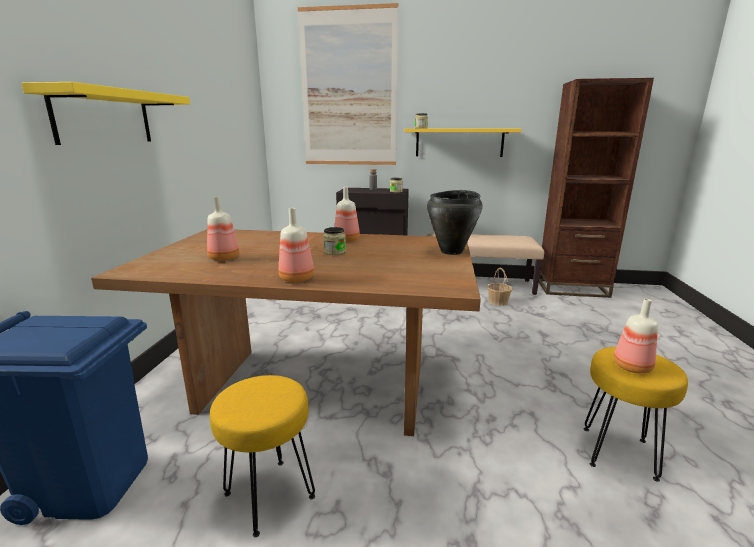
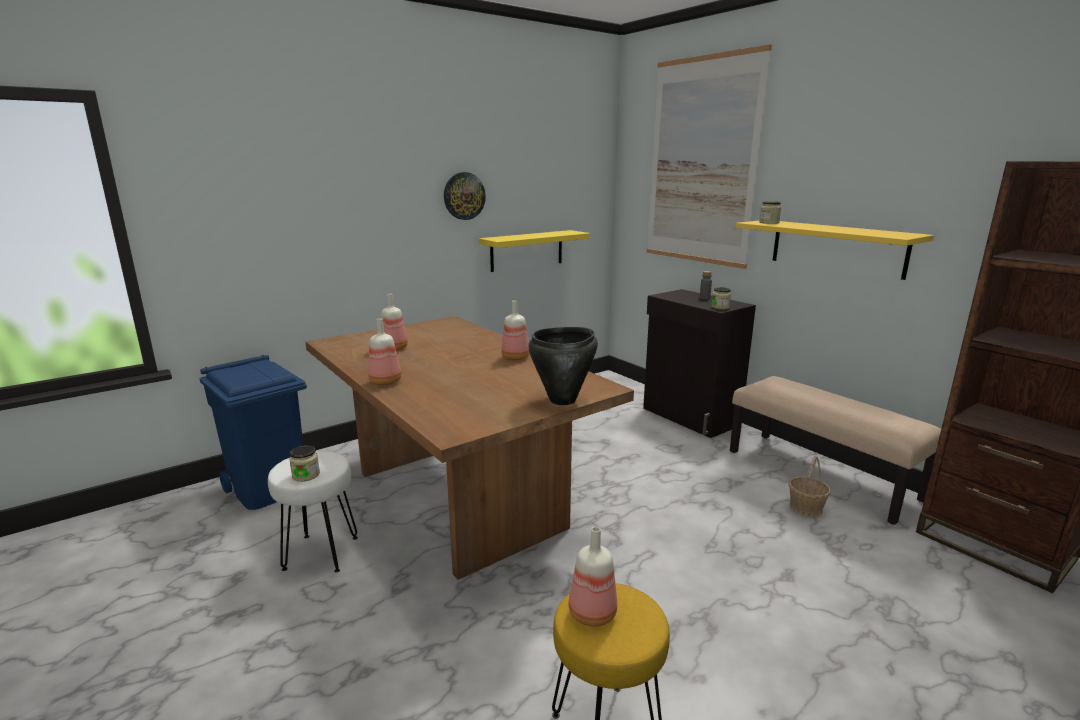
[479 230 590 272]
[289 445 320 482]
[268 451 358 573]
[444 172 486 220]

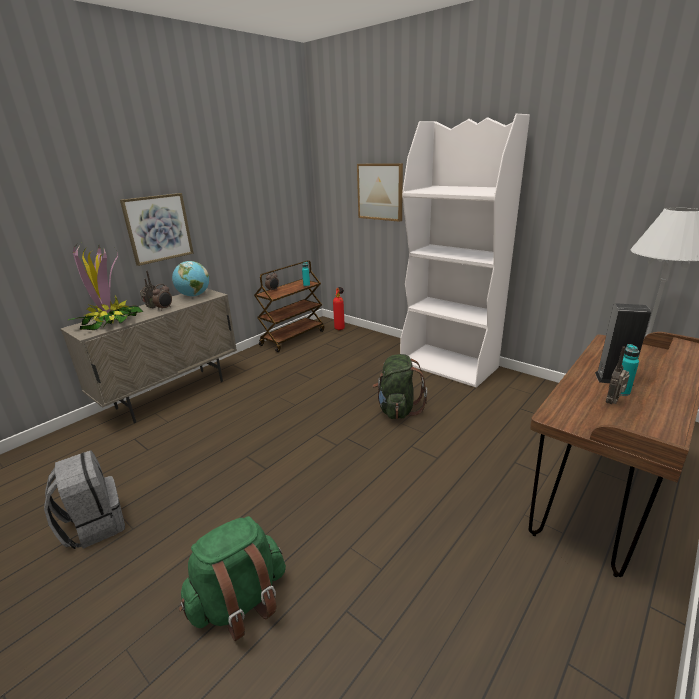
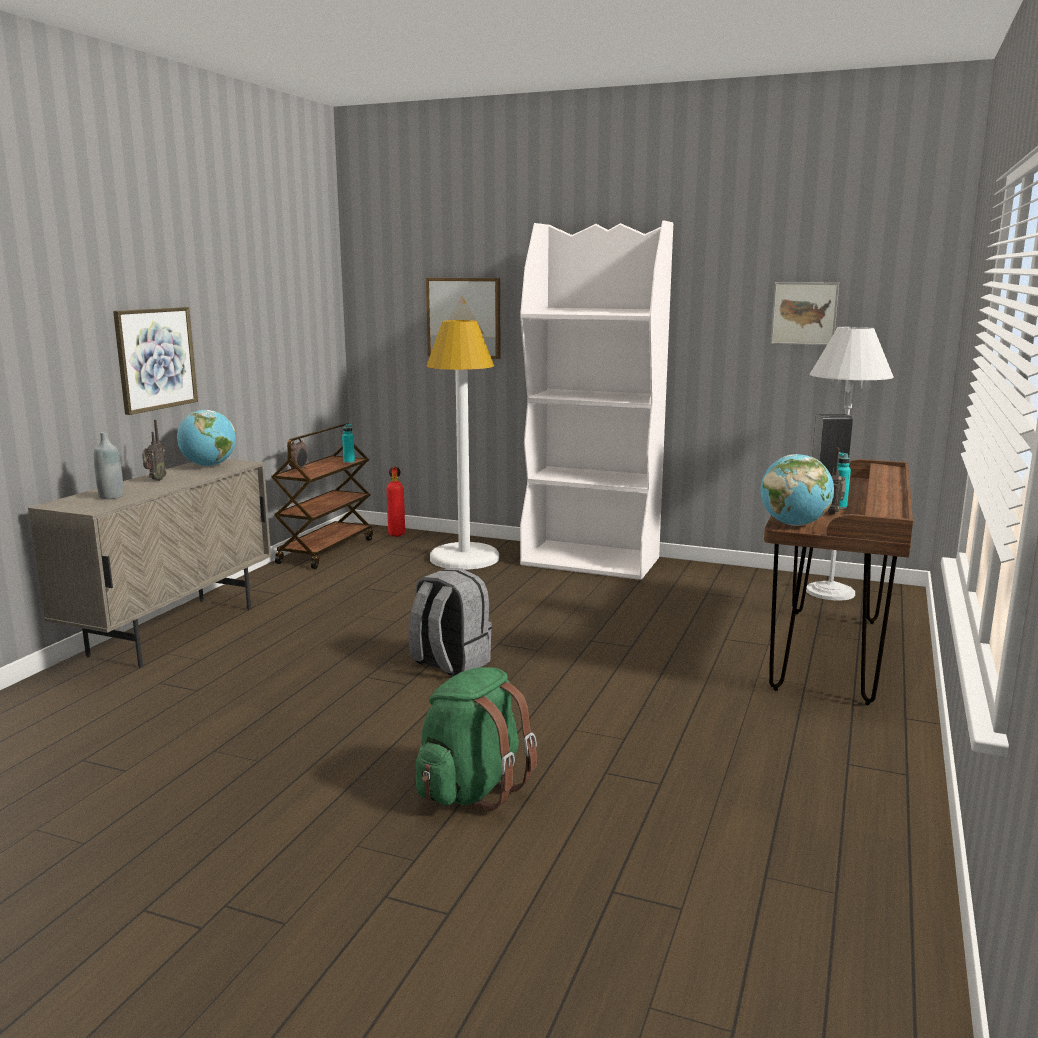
[94 432 123 499]
[152 284 172 311] (first image)
[373 354 427 419] (first image)
[409 568 492 677]
[770 282 839 346]
[427 320 499 570]
[760 454 834 526]

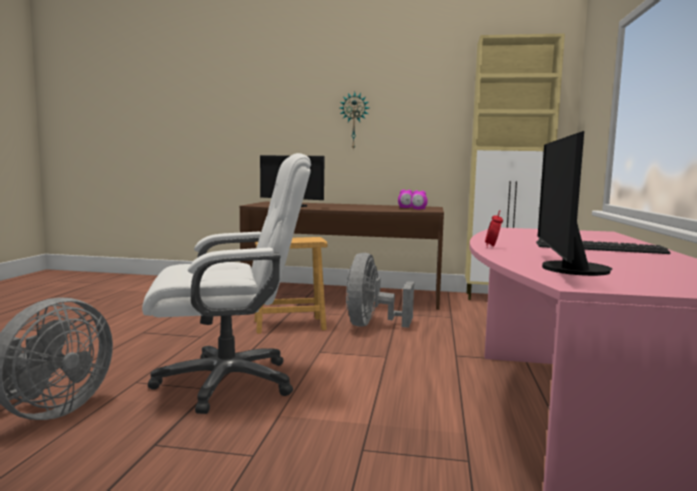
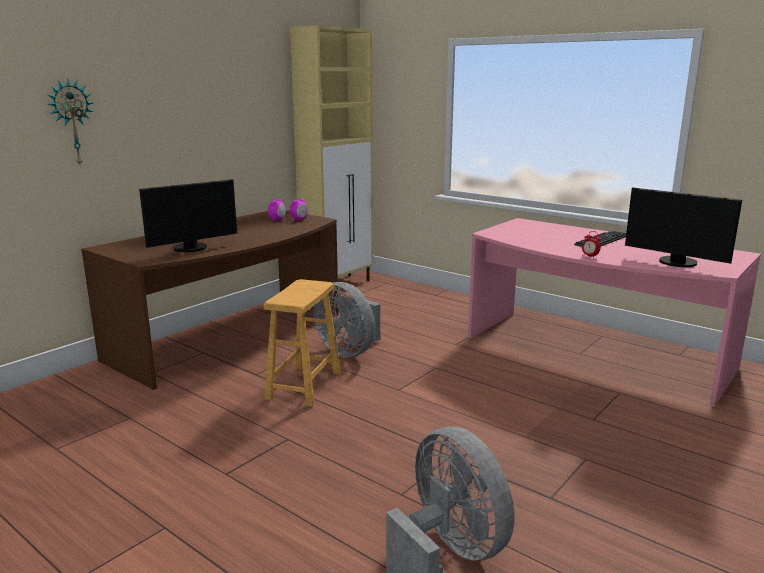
[47 79 93 167]
[142 153 311 414] (first image)

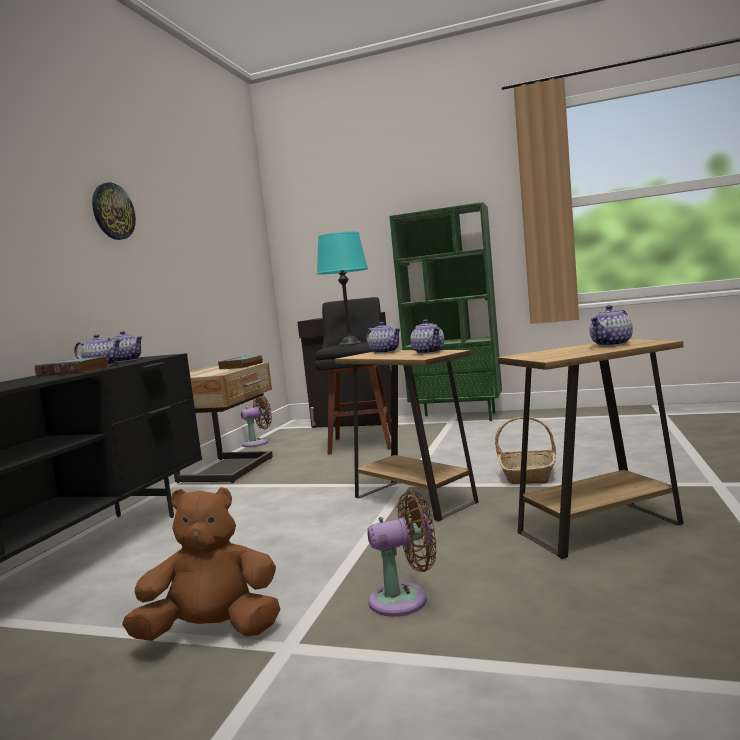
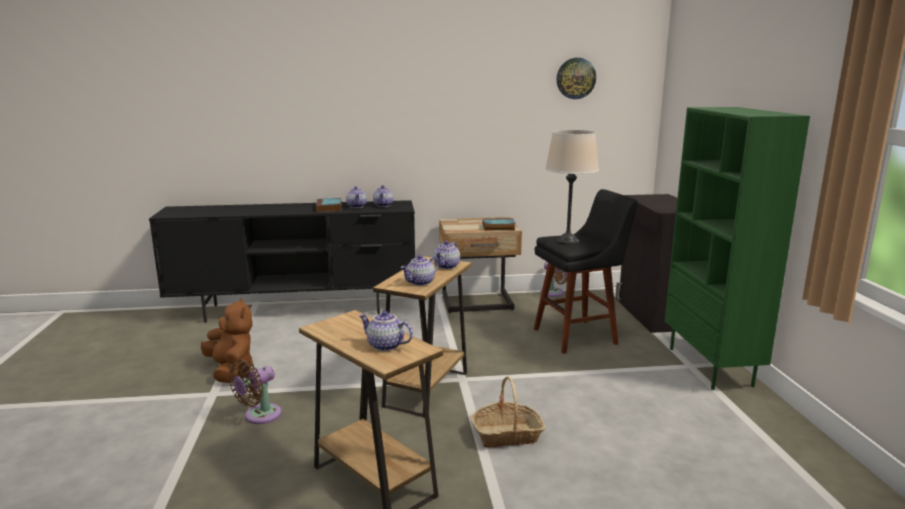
[557 58 596 99]
[545 130 599 244]
[228 359 282 424]

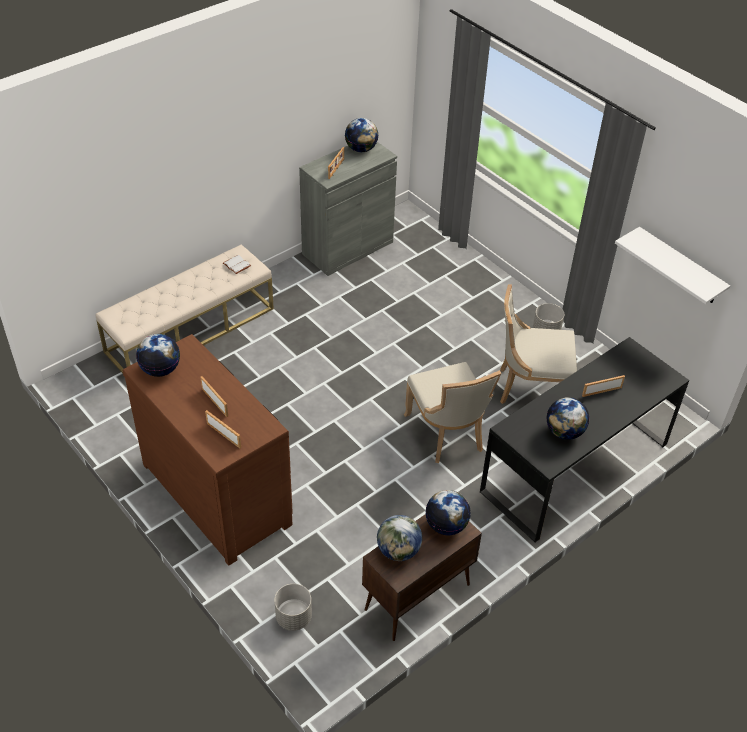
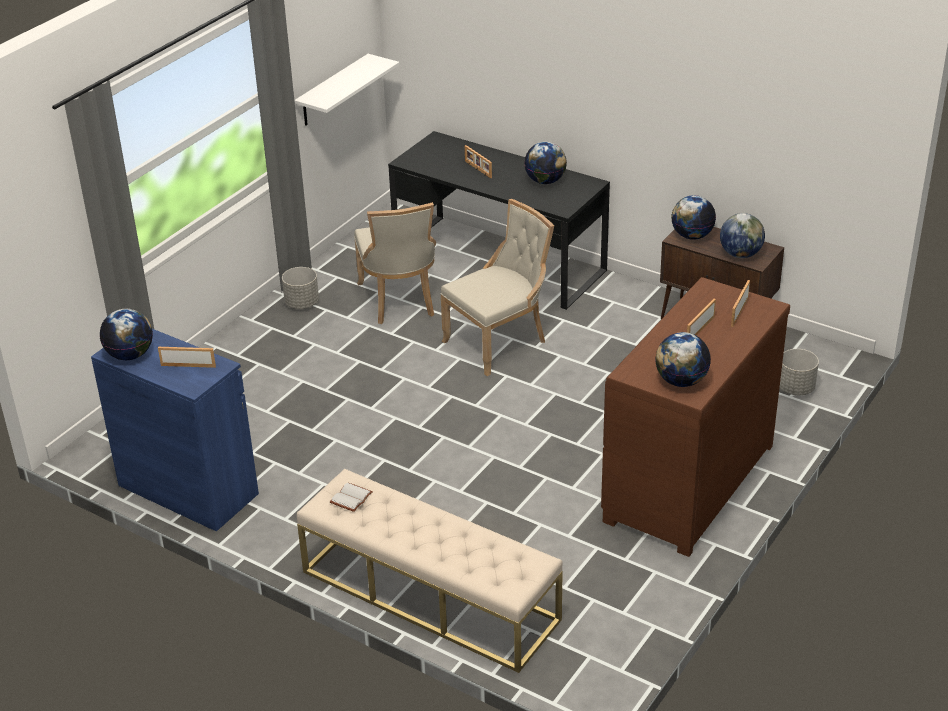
[91 329 259 531]

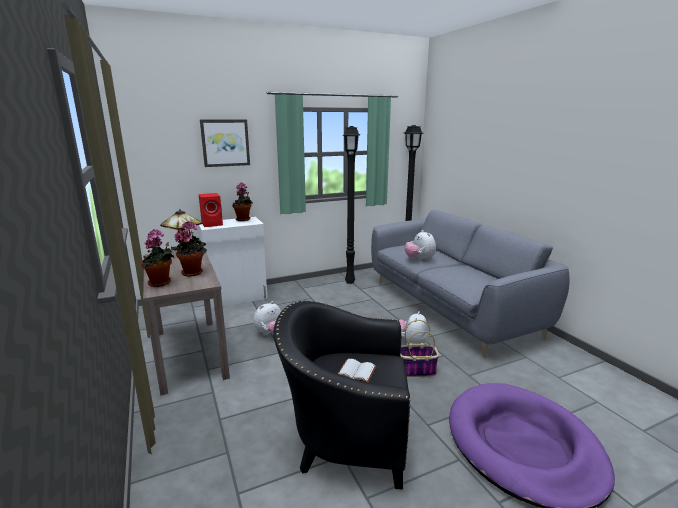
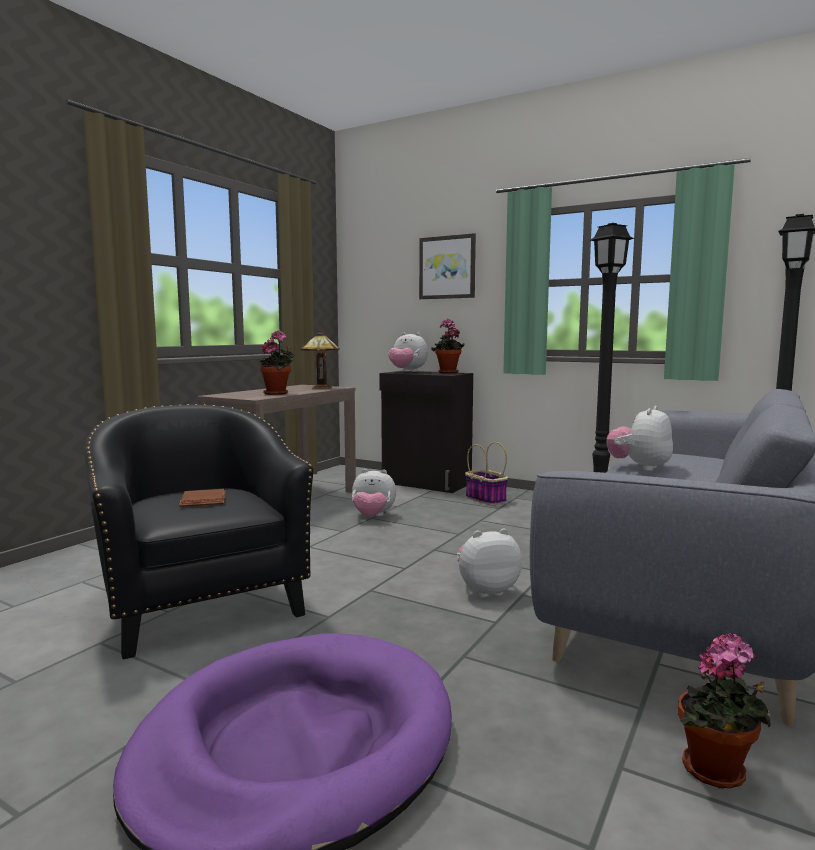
[388 332 428 372]
[379 371 473 493]
[678 633 771 789]
[465 442 508 505]
[179 489 226 507]

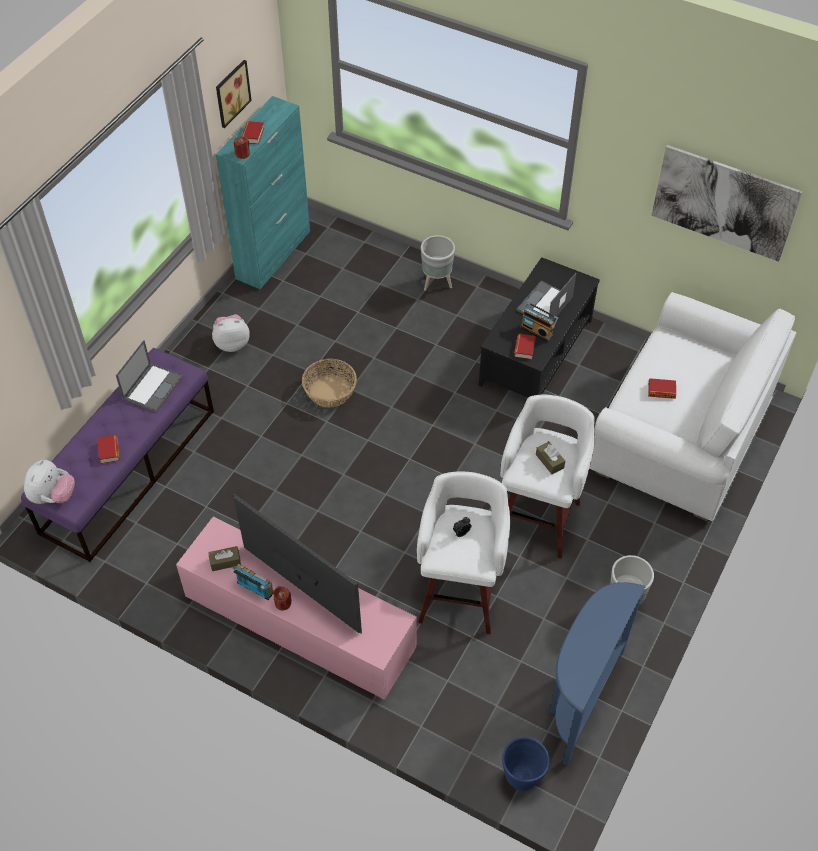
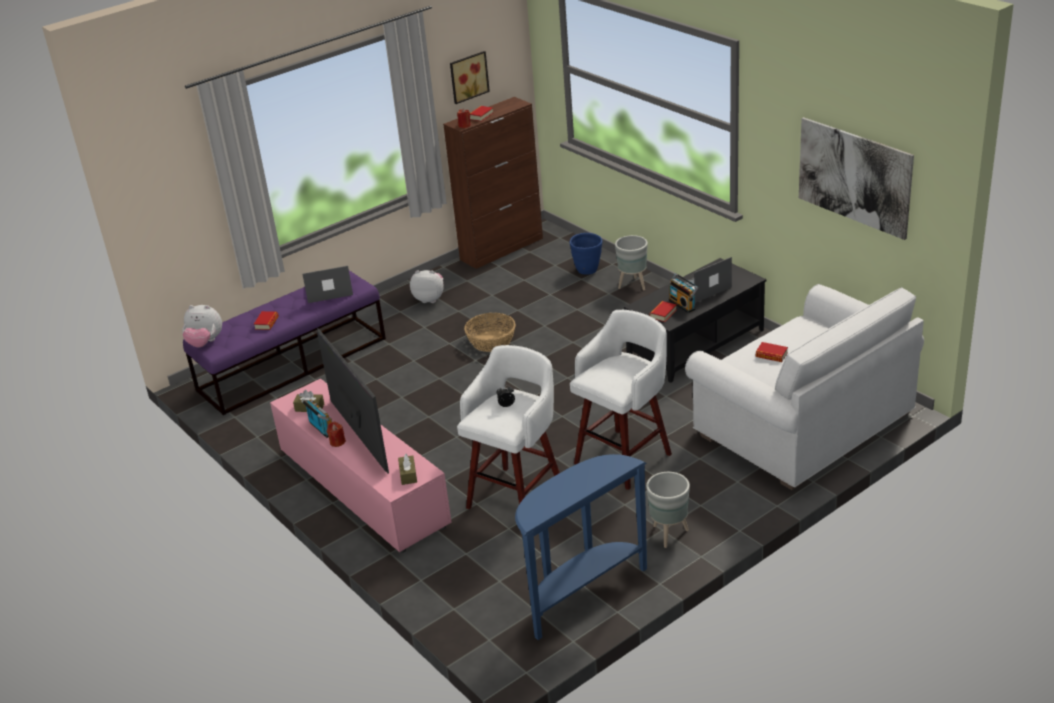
[443 97 543 269]
[302 266 353 303]
[398 454 417 485]
[182 305 222 347]
[570 233 602 274]

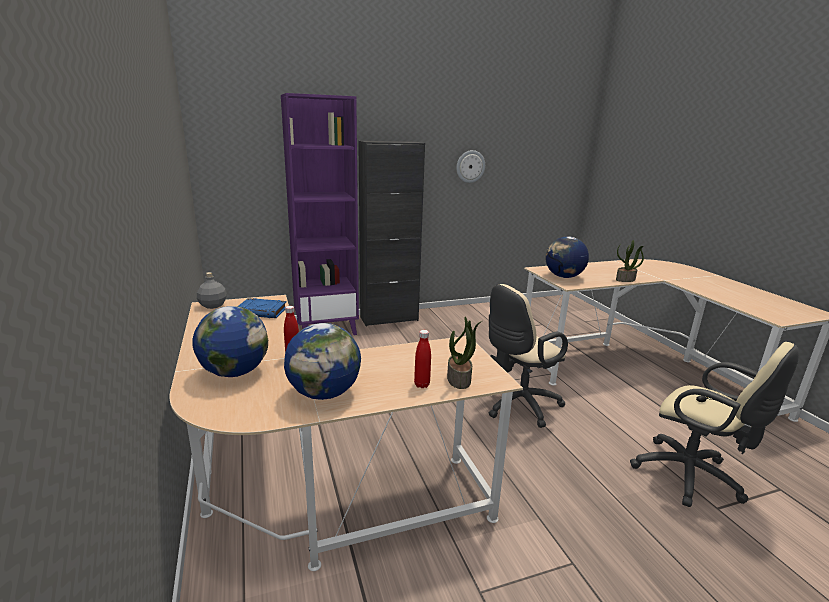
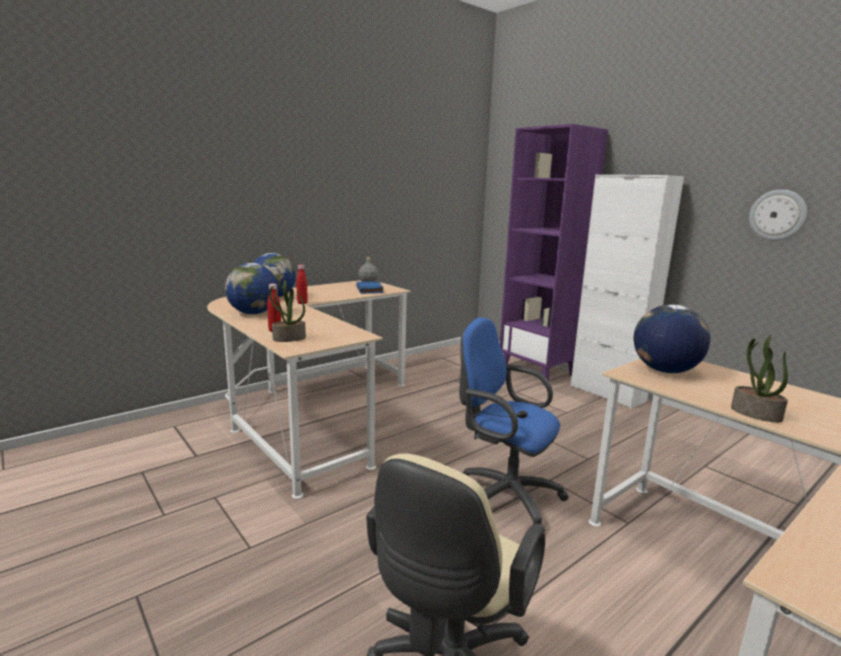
[571 175 684 409]
[459 317 569 531]

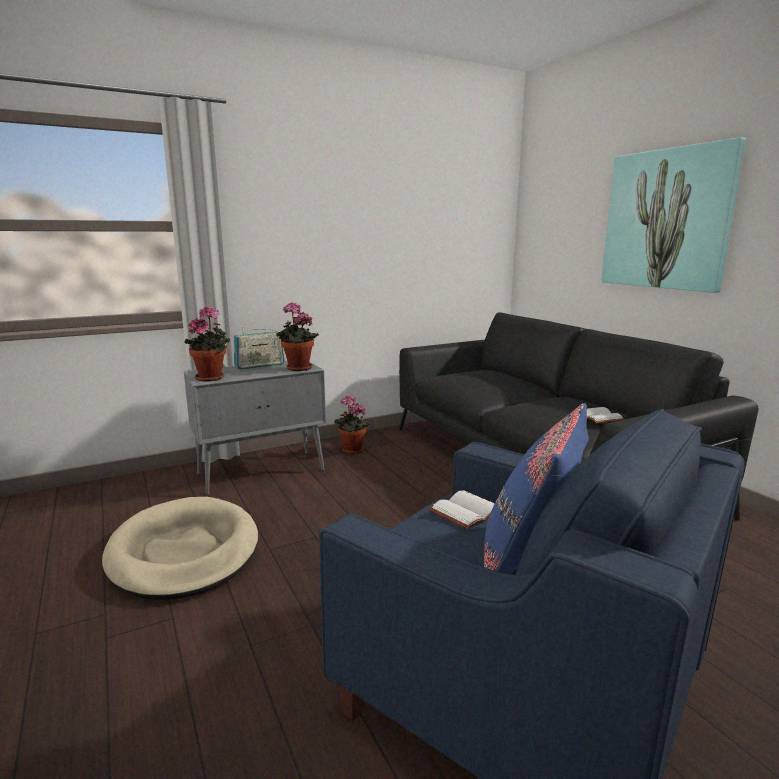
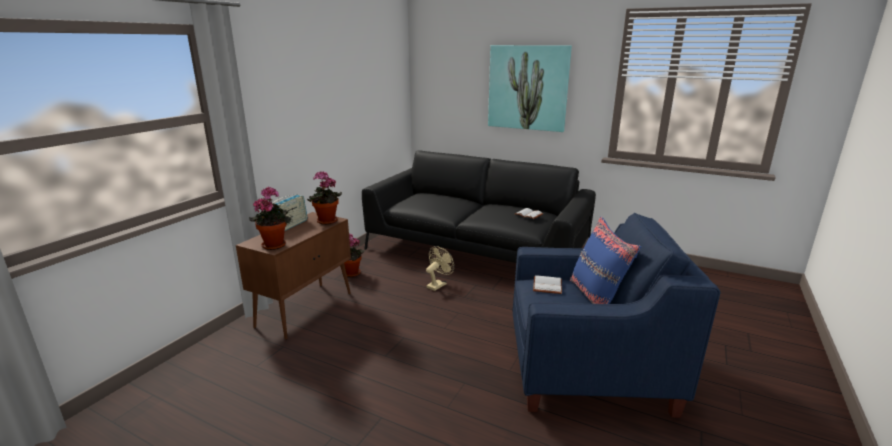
[236 212 351 340]
[102 497 258 600] (first image)
[426 246 454 291]

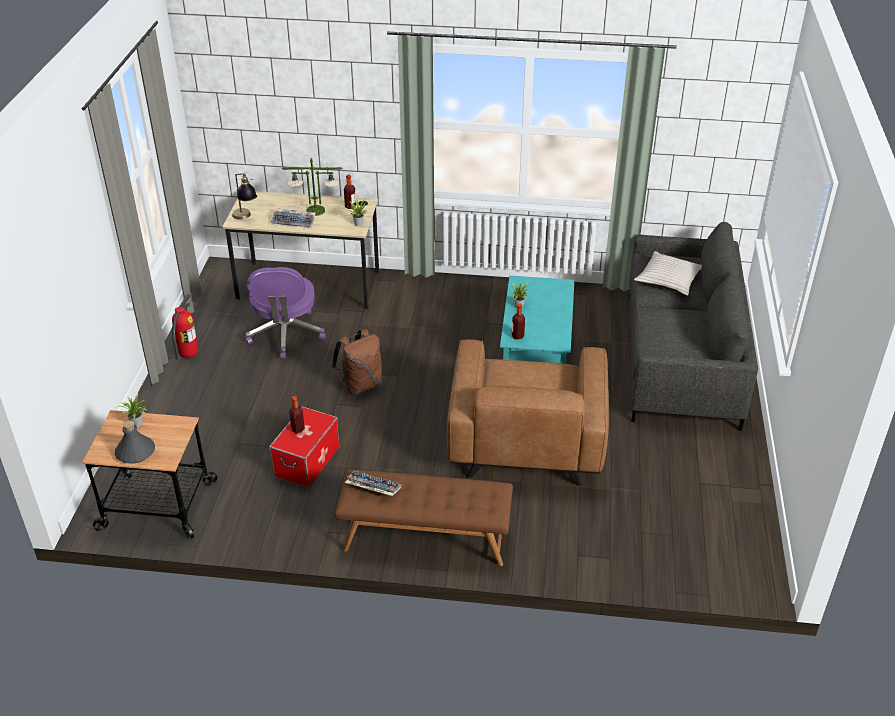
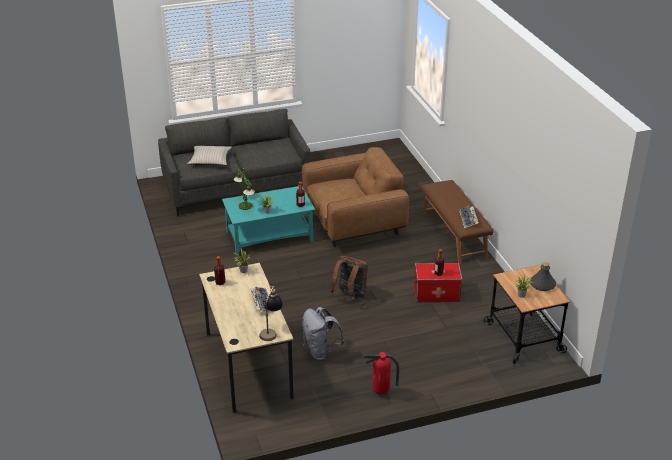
[234 164 255 210]
[302 307 344 361]

